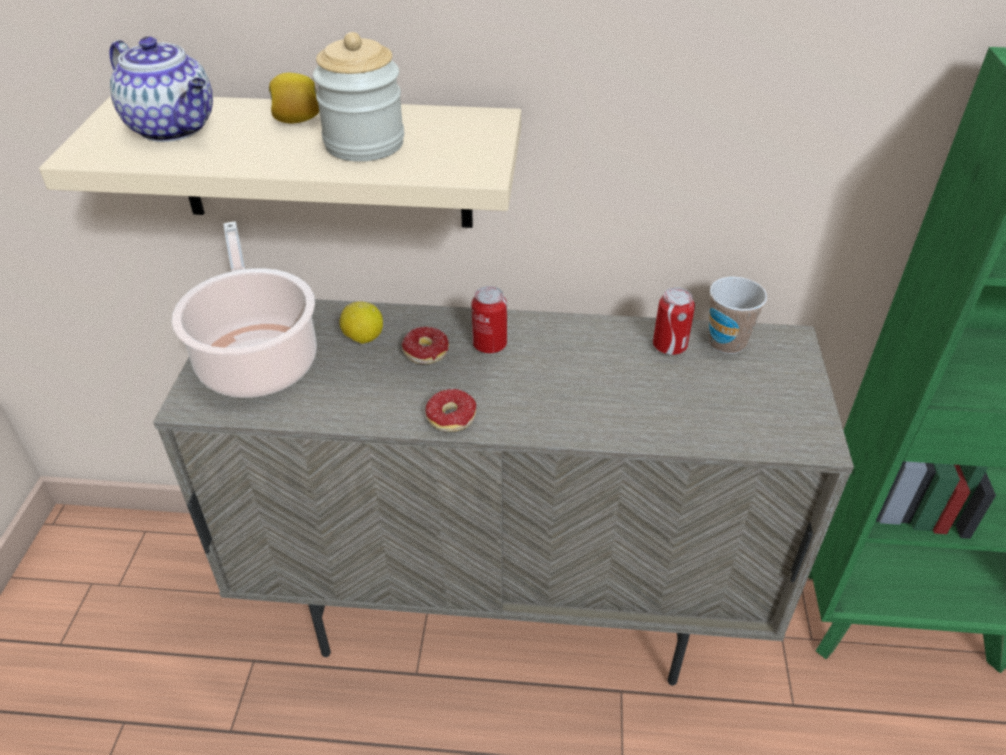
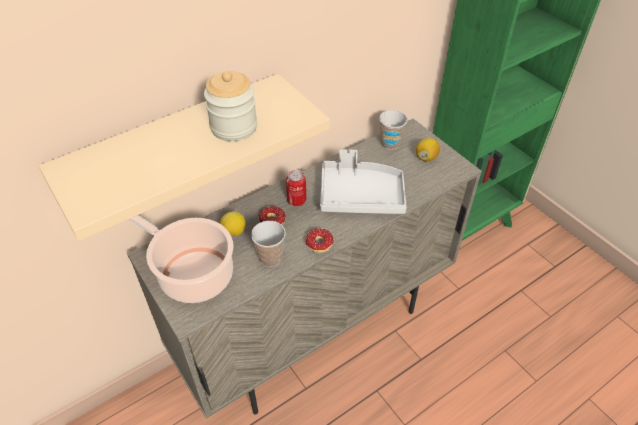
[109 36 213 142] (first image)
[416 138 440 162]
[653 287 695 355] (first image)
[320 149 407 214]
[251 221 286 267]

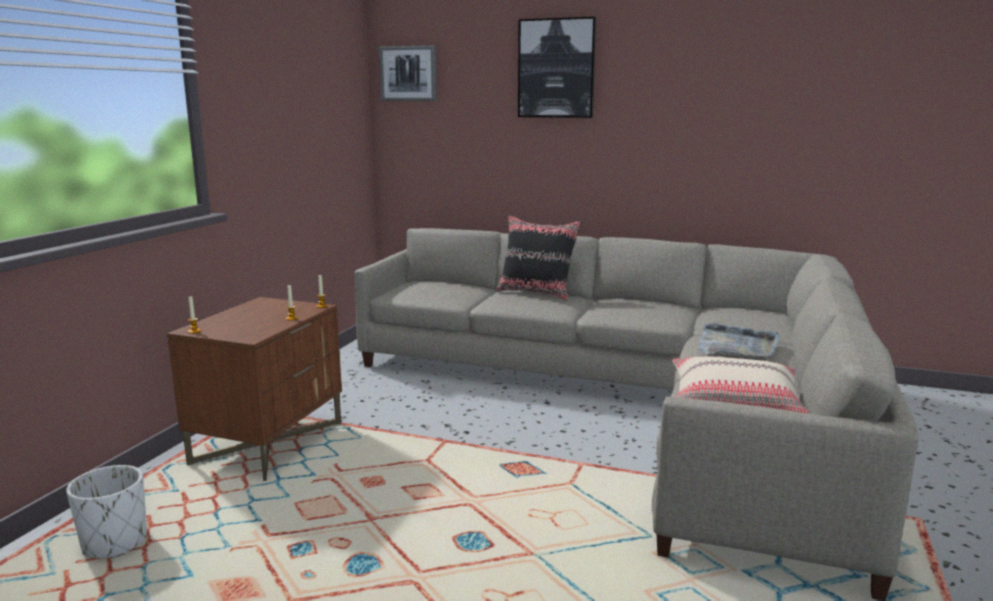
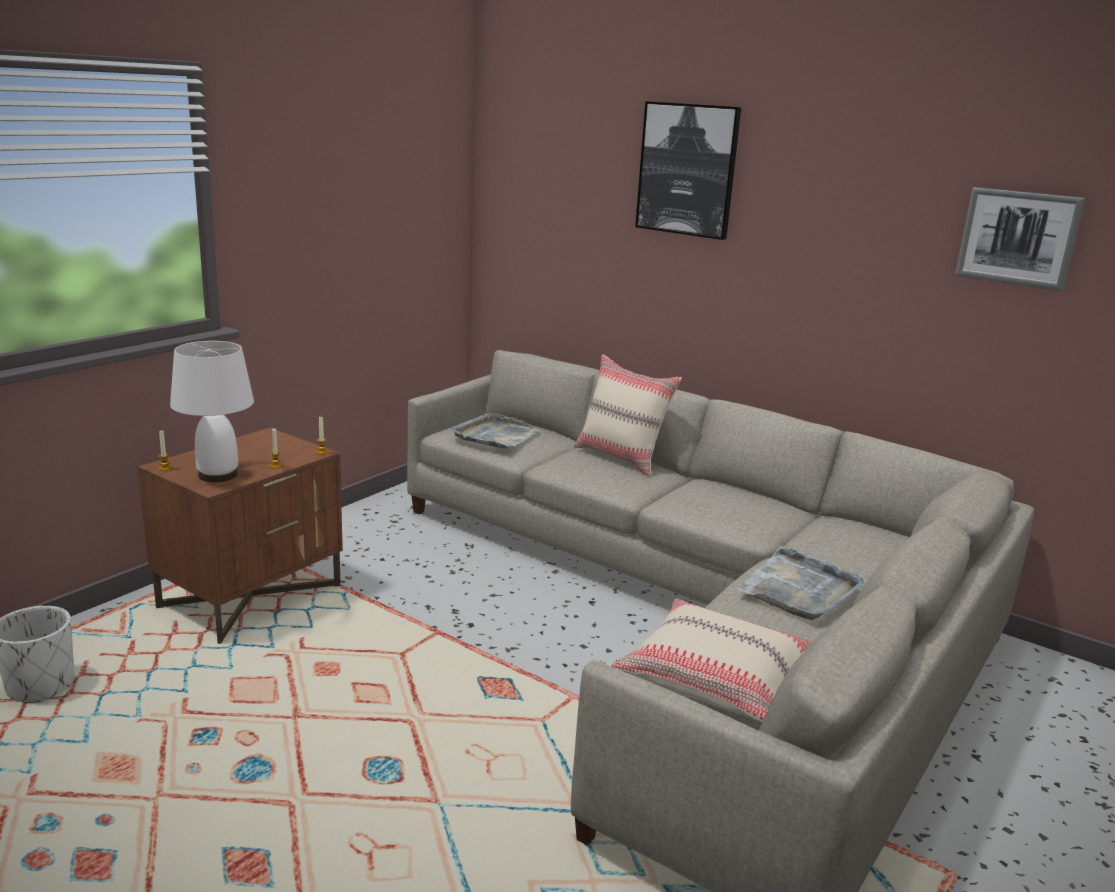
[955 187 1085 291]
[574 355 682 476]
[170 341 254 482]
[451 413 540 449]

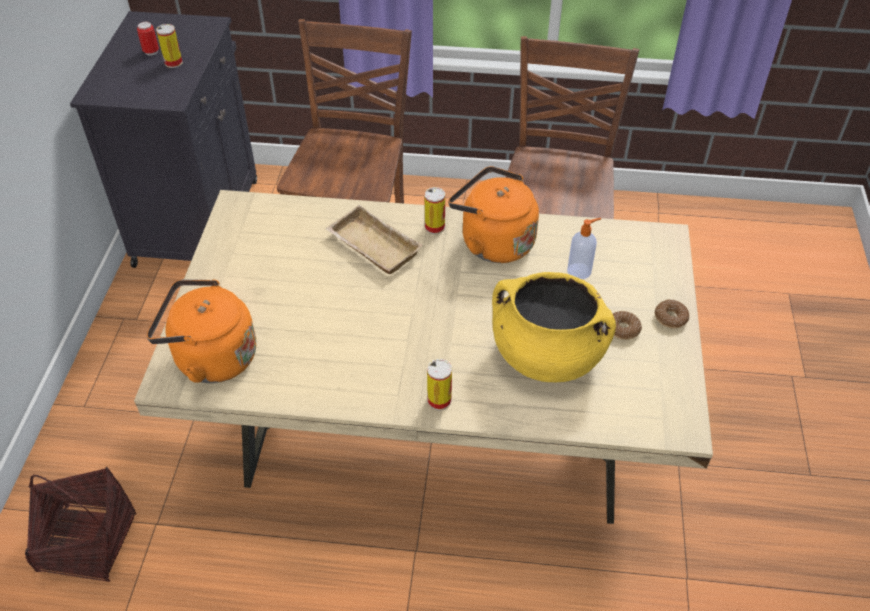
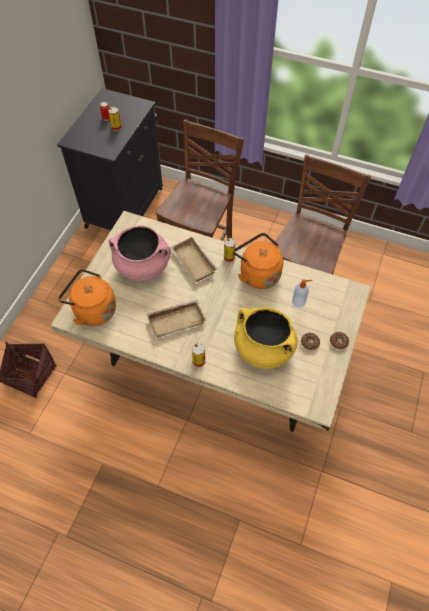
[109 226 171 281]
[146 299 206 338]

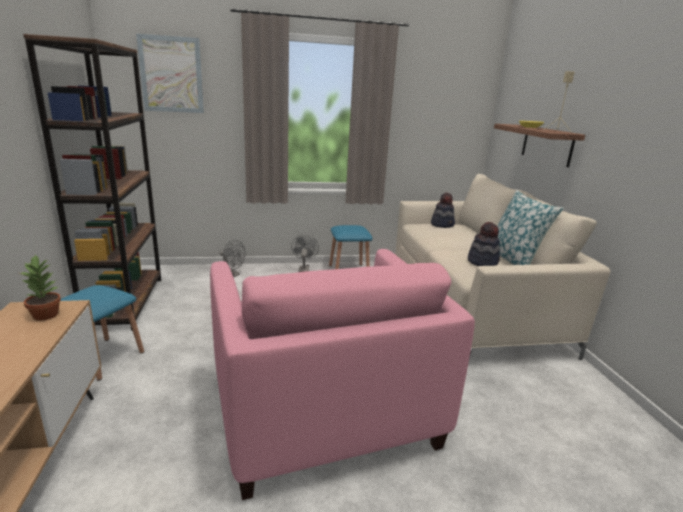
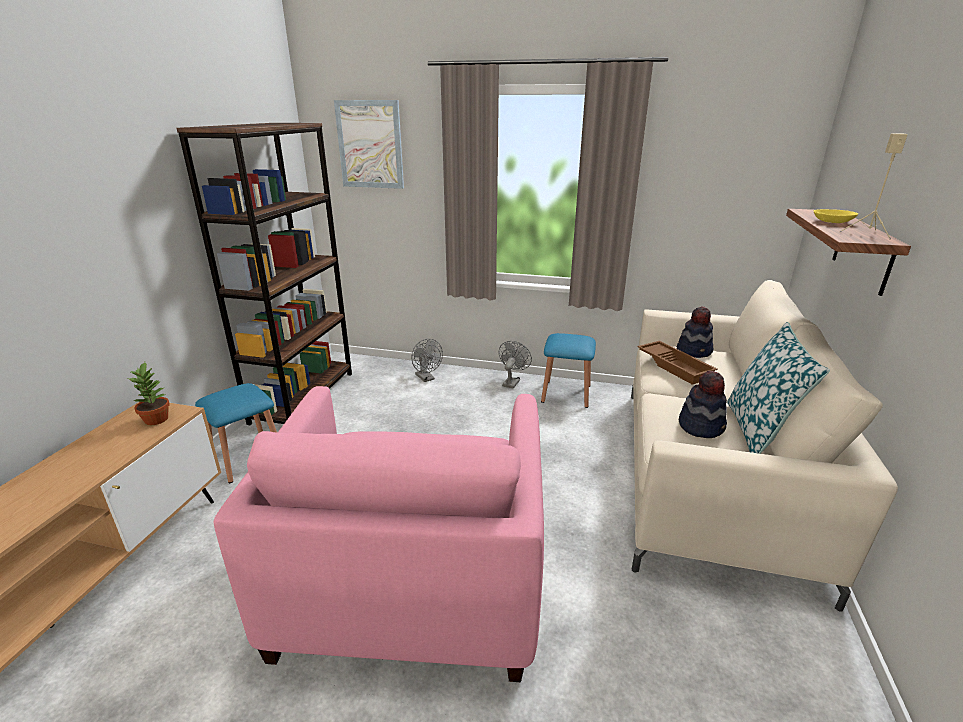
[637 341 718 385]

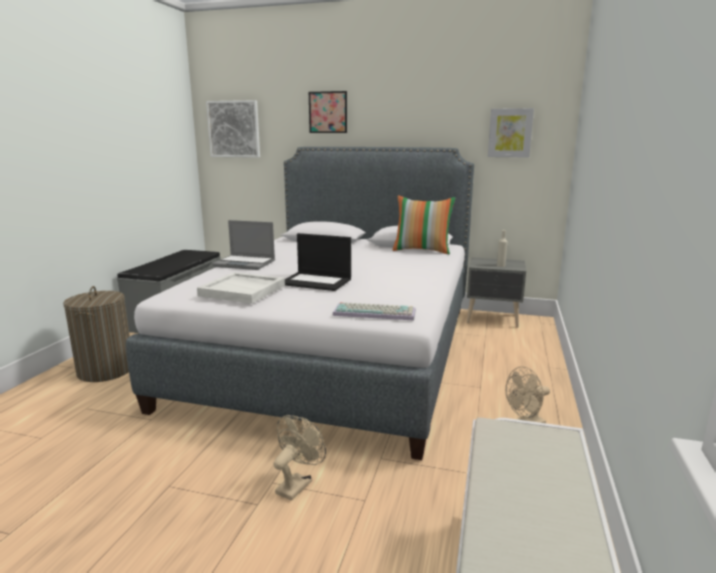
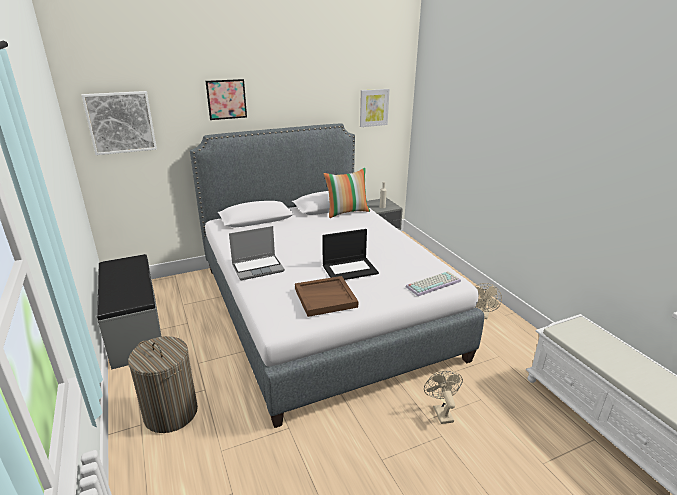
[295 276 358 317]

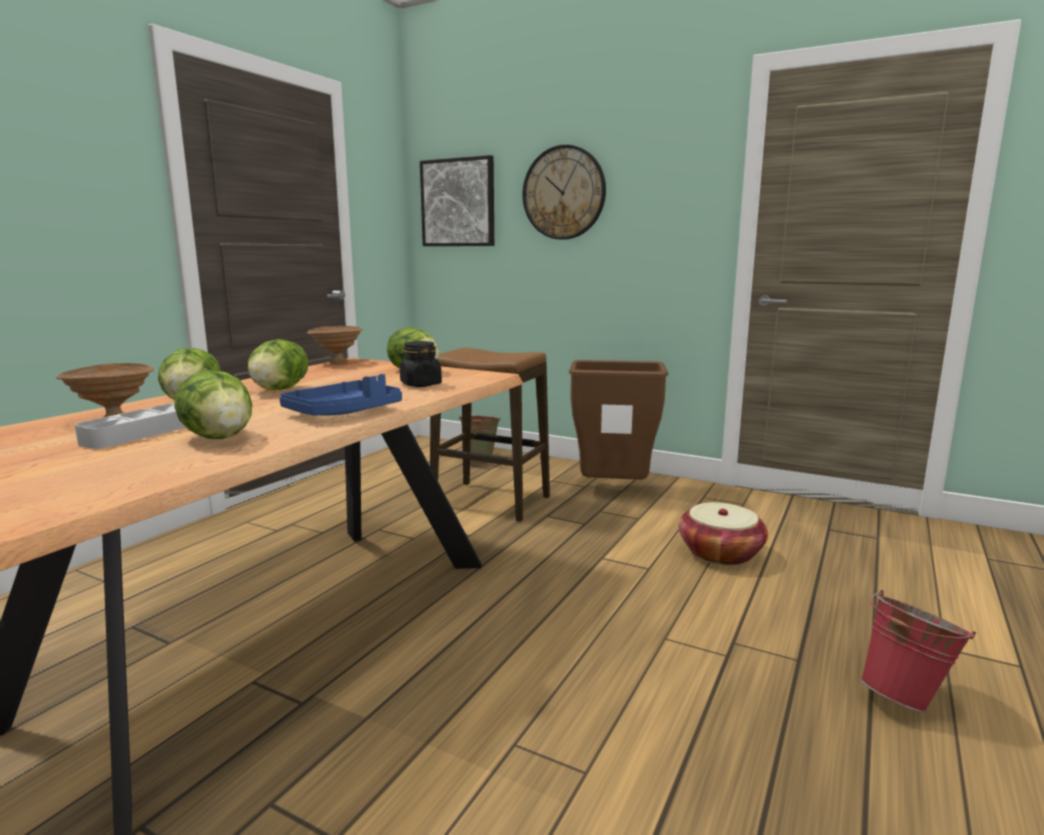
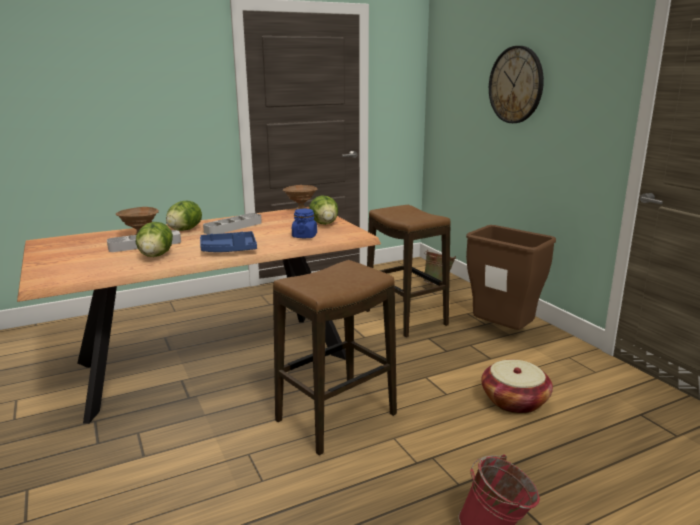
[420 155 494 246] (first image)
[203 213 262 234]
[292 209 317 238]
[273 260 397 455]

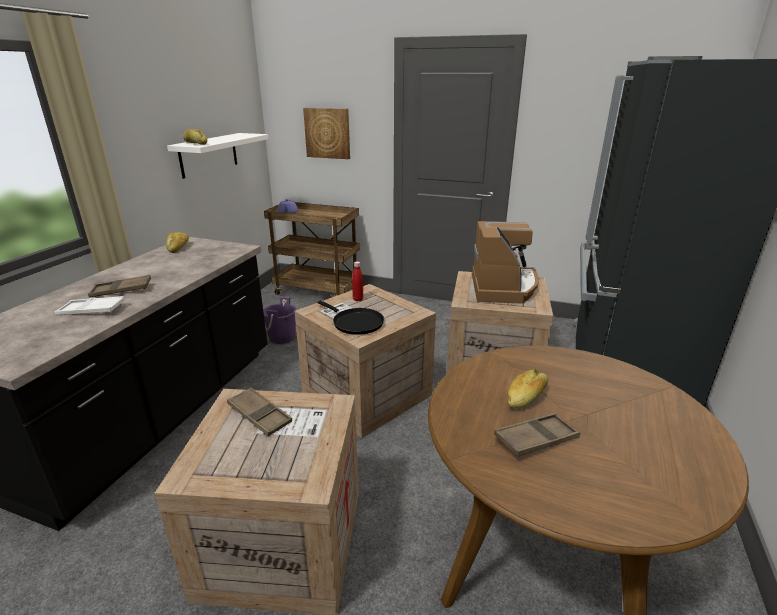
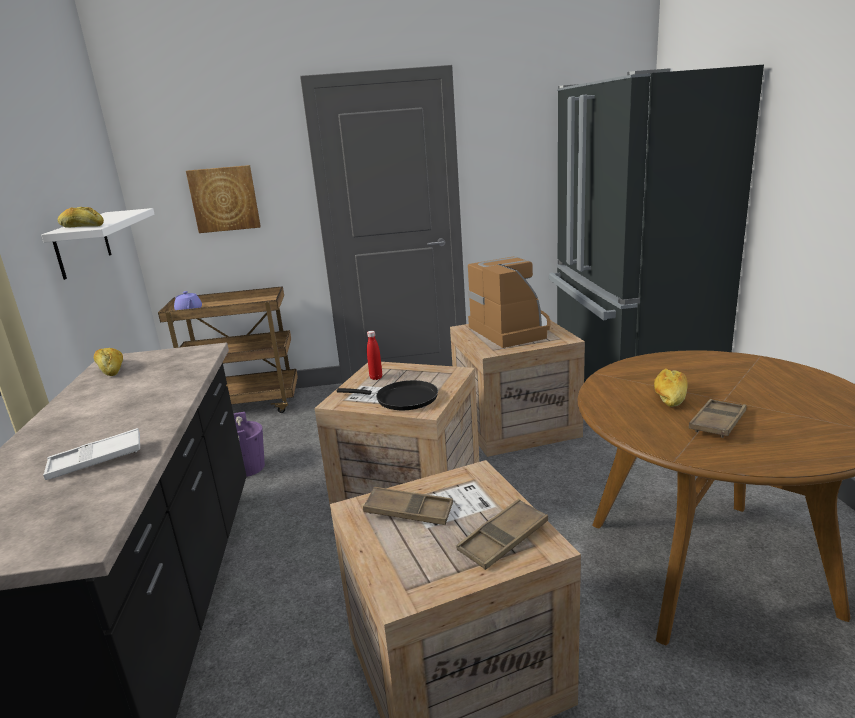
[456 499 548 570]

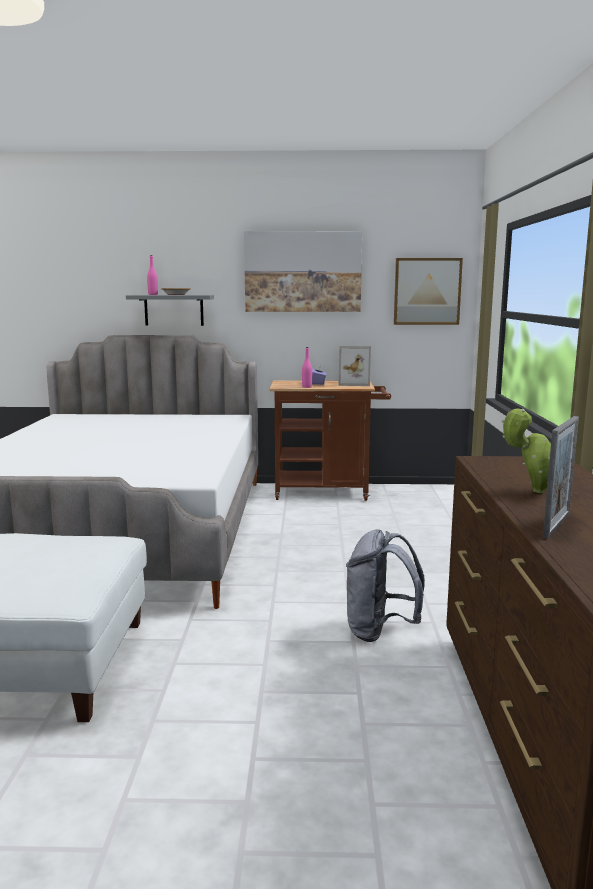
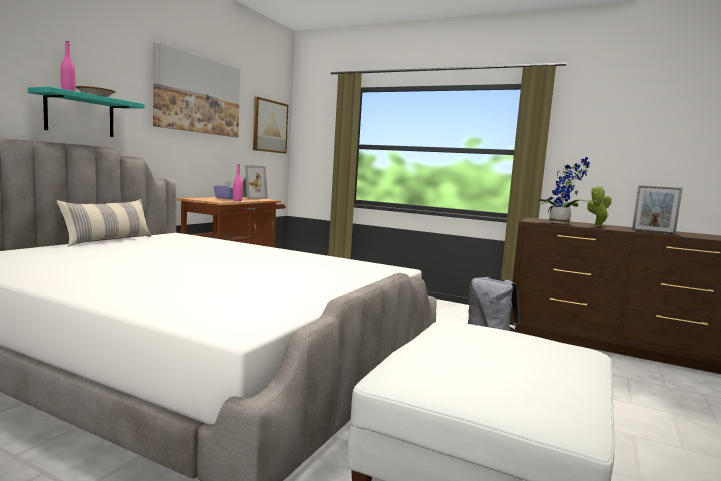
[28 87 145 137]
[632 185 683 234]
[538 157 590 224]
[56 199 151 246]

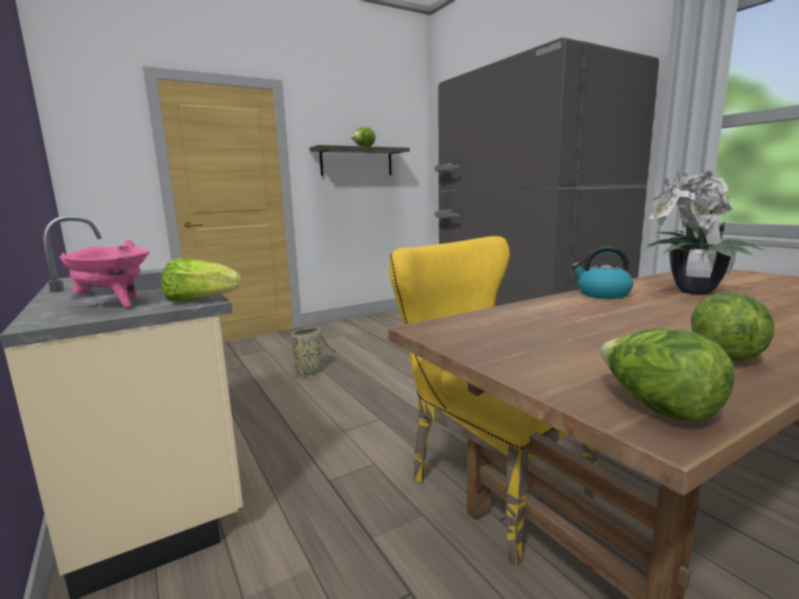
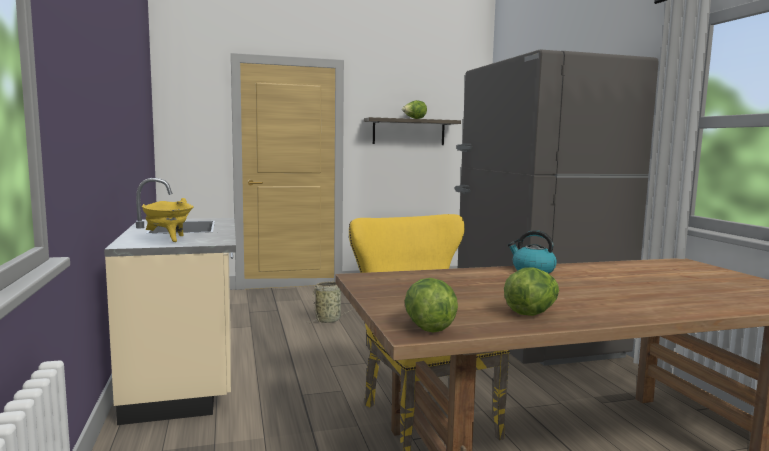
[643 168 766 295] (first image)
[142 198 194 242]
[161 258 242 302] (first image)

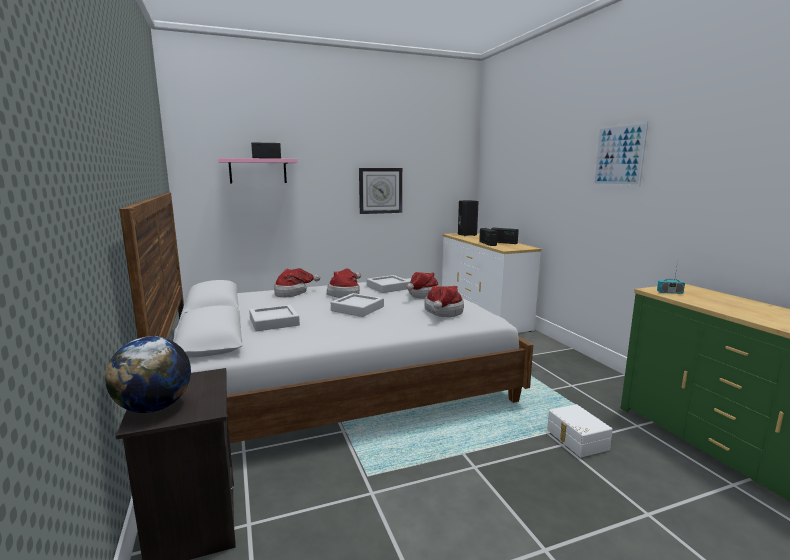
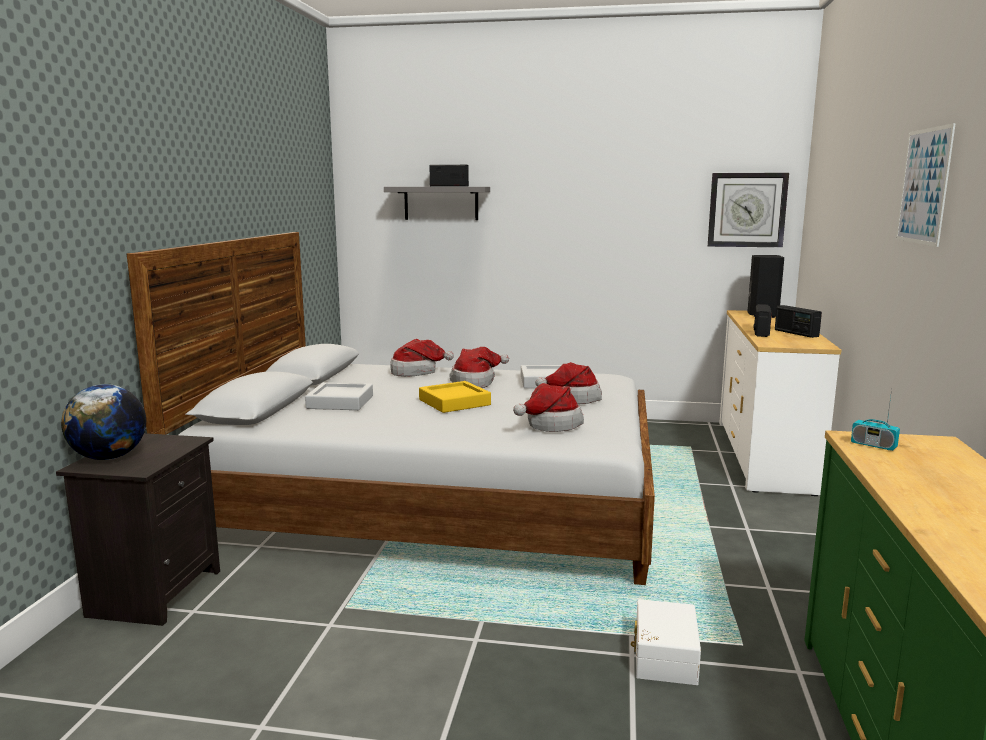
[384 187 490 220]
[708 173 789 247]
[419 381 491 413]

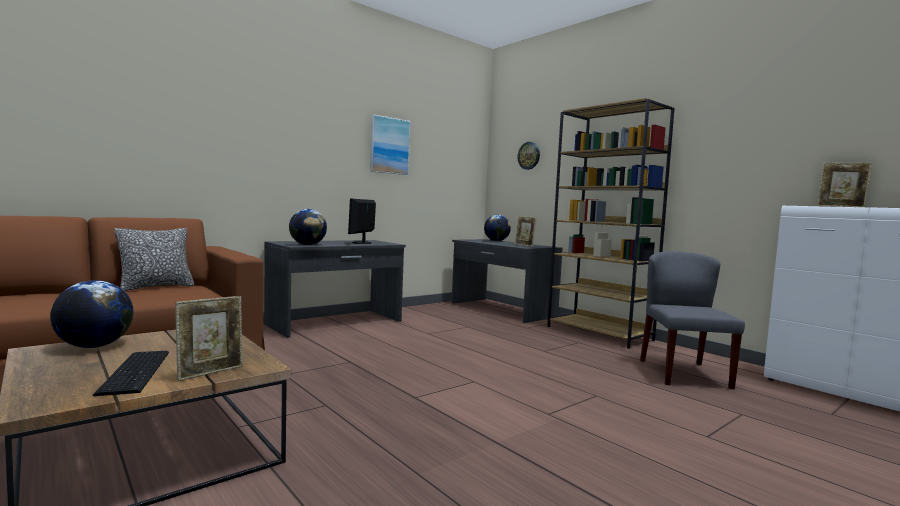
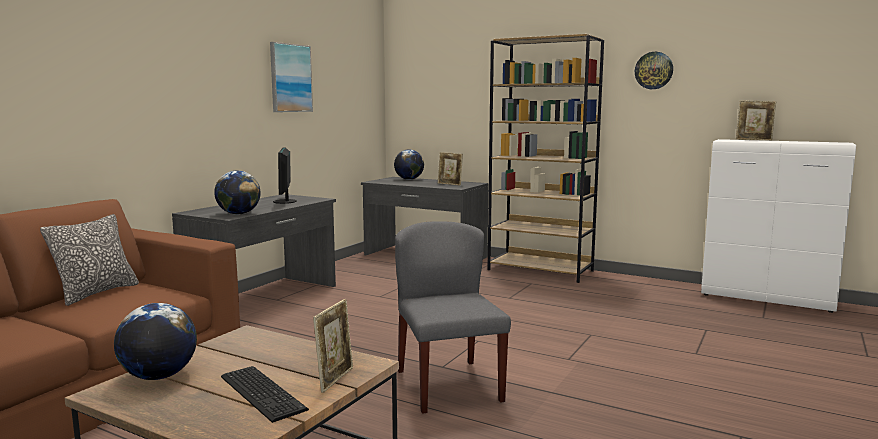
[635 52 673 89]
[395 221 511 414]

